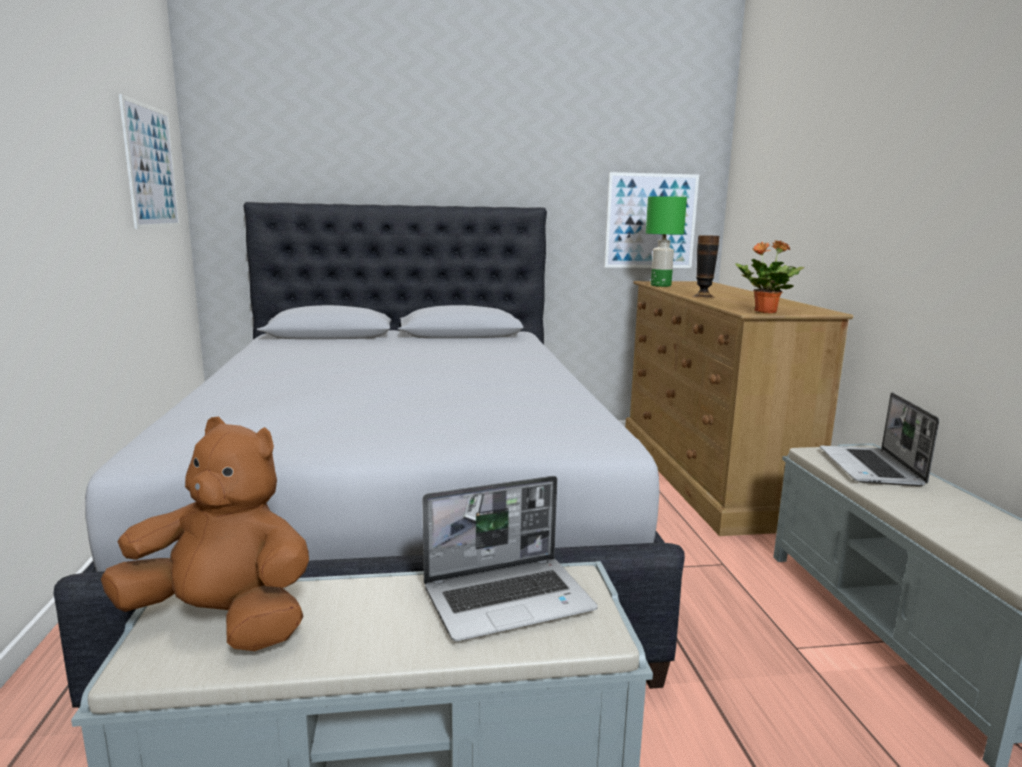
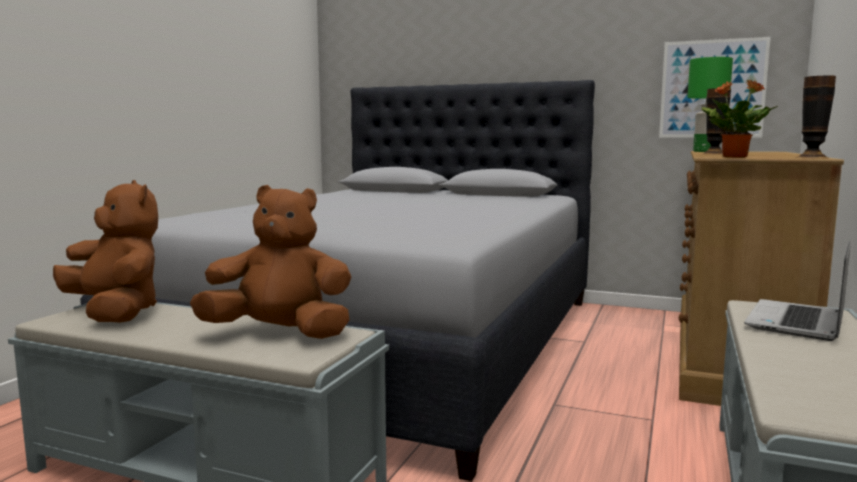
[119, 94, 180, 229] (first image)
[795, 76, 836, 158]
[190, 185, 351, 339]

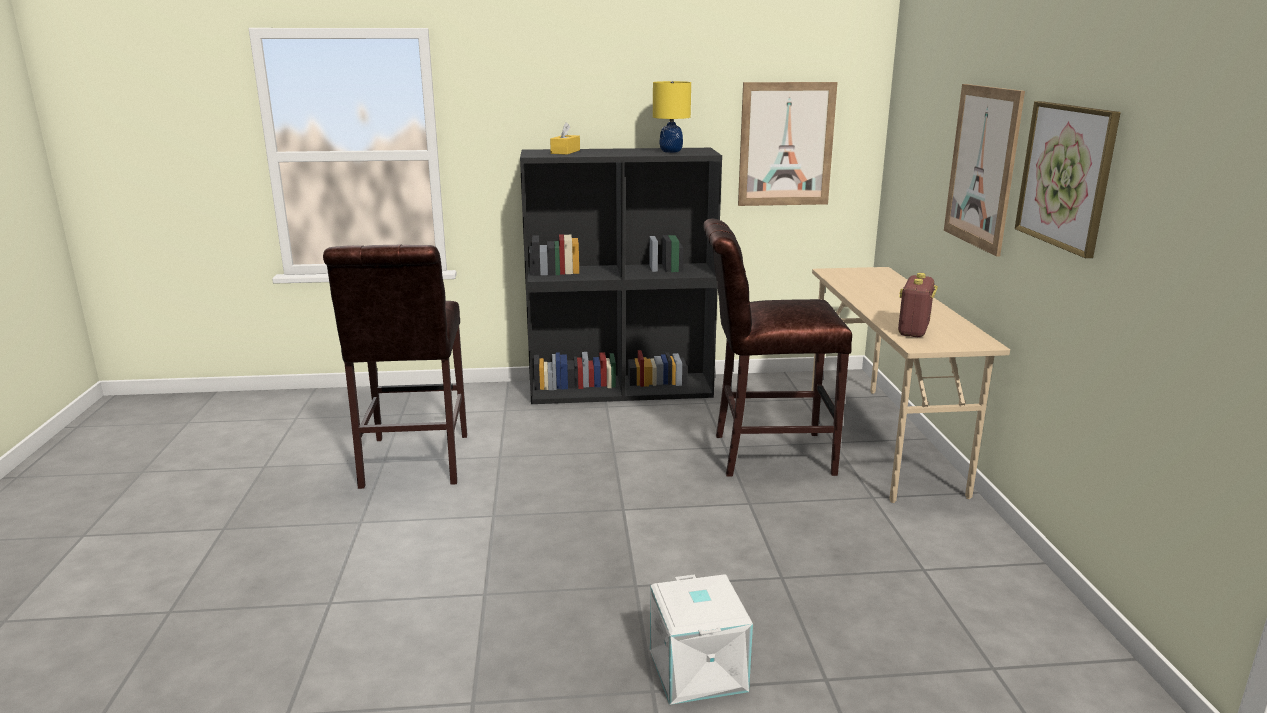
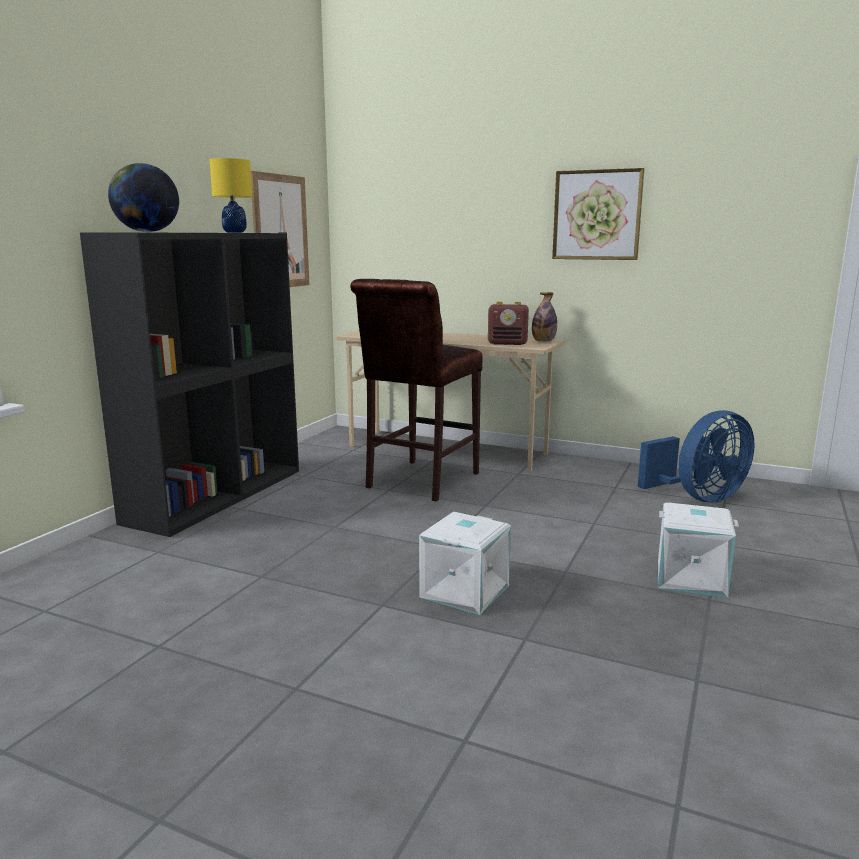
[323, 244, 467, 489] (first image)
[944, 84, 1025, 257] (first image)
[419, 512, 511, 615]
[532, 292, 557, 342]
[638, 410, 755, 503]
[108, 163, 179, 232]
[488, 301, 529, 345]

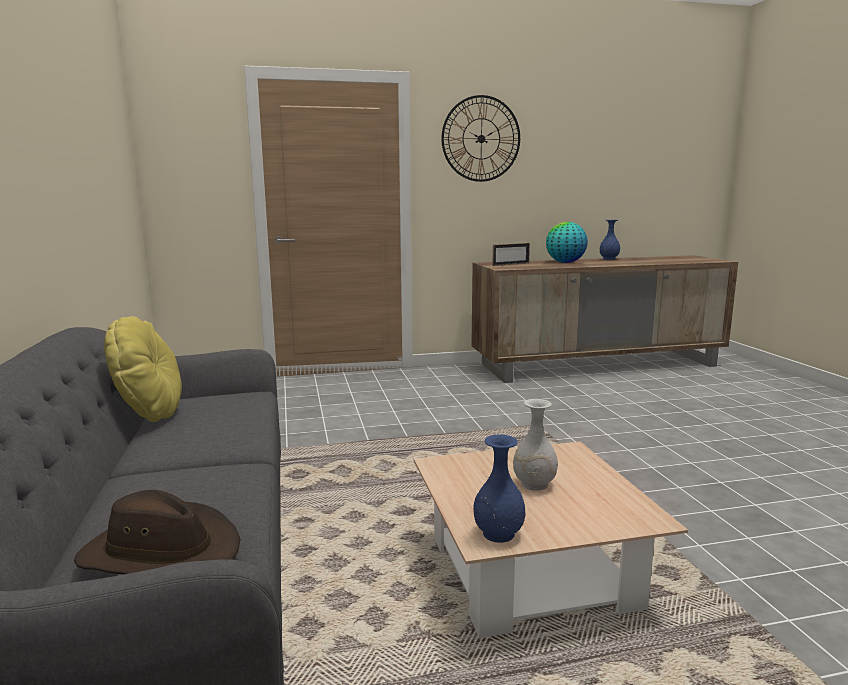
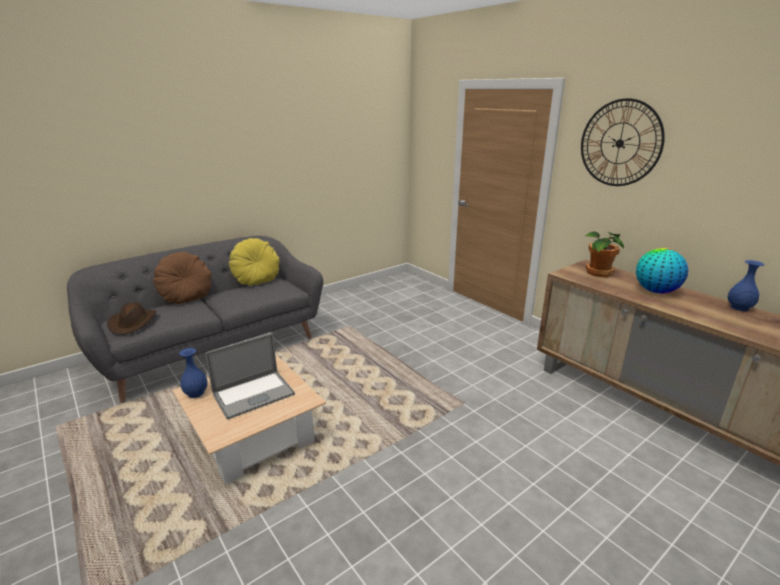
[153, 252, 212, 304]
[585, 231, 624, 277]
[205, 334, 295, 420]

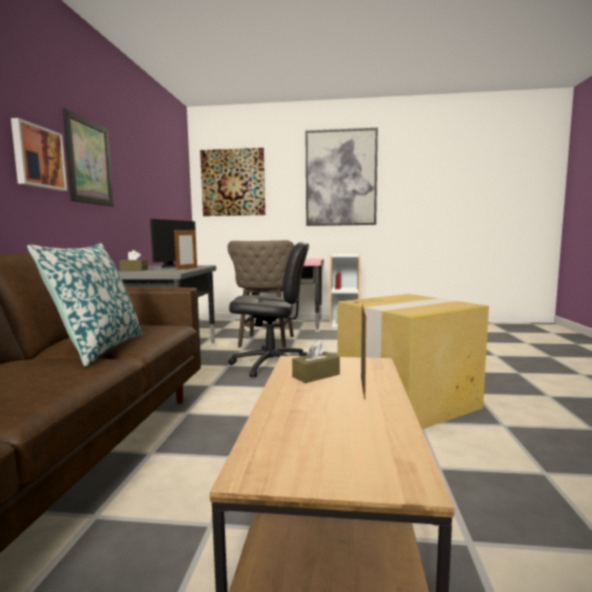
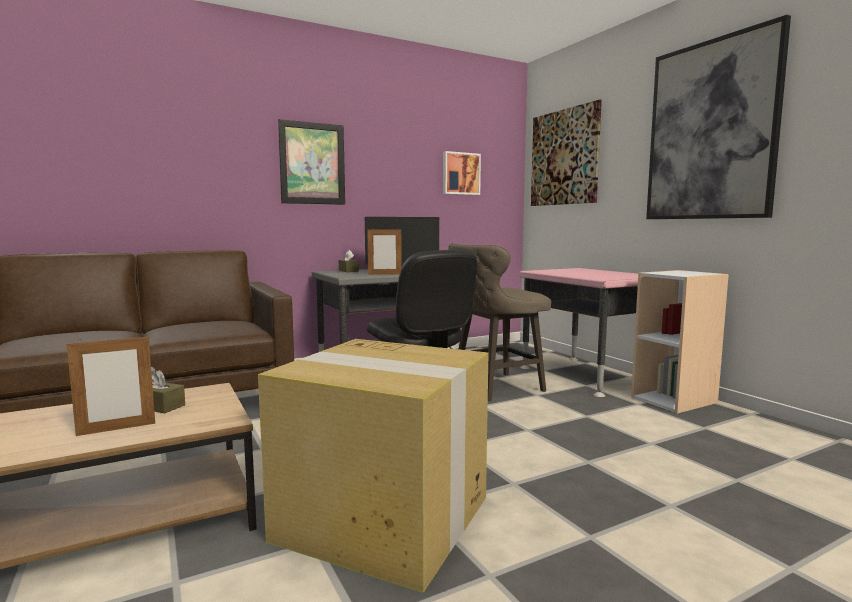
[27, 243, 143, 367] (first image)
[443, 151, 481, 195]

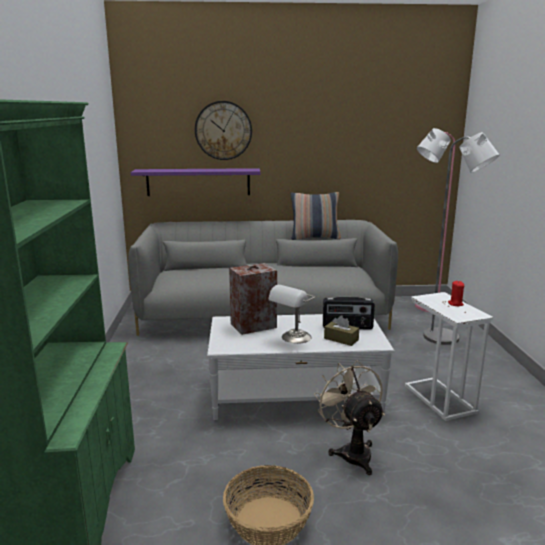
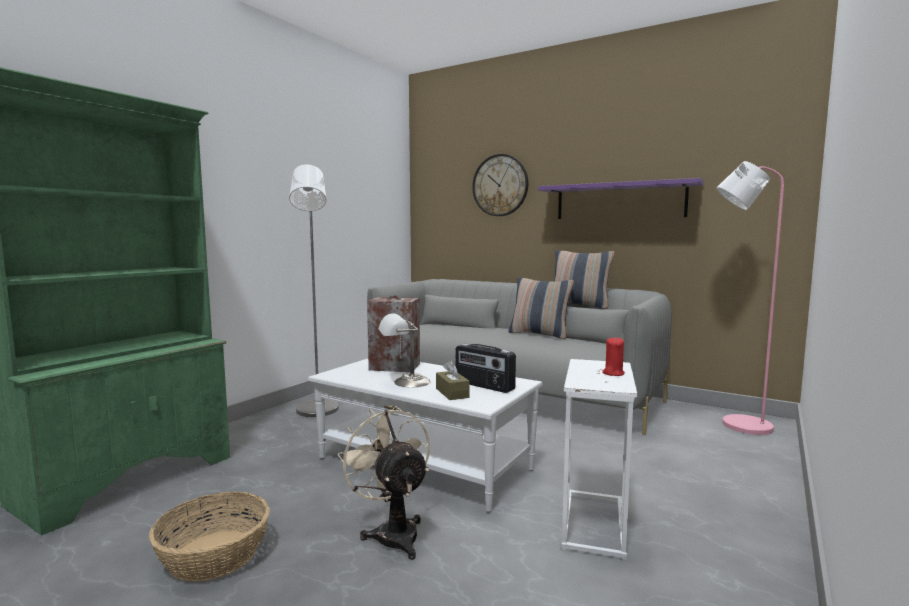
[508, 277, 574, 339]
[538, 178, 704, 219]
[289, 164, 339, 417]
[338, 406, 430, 560]

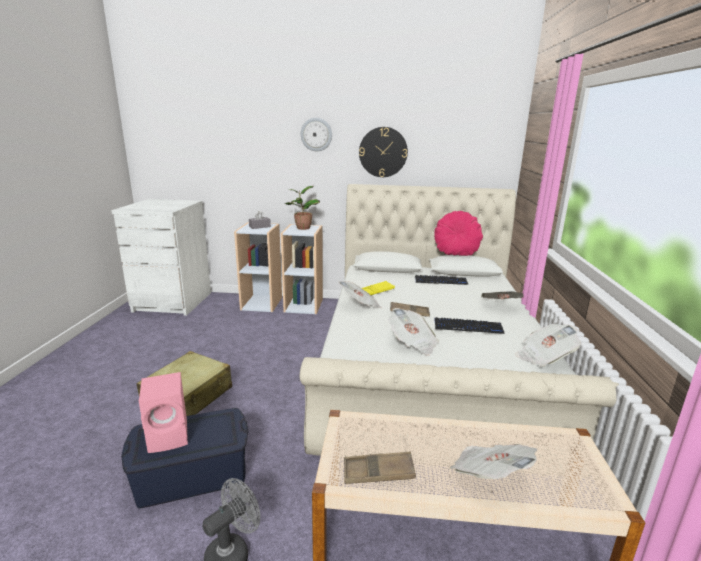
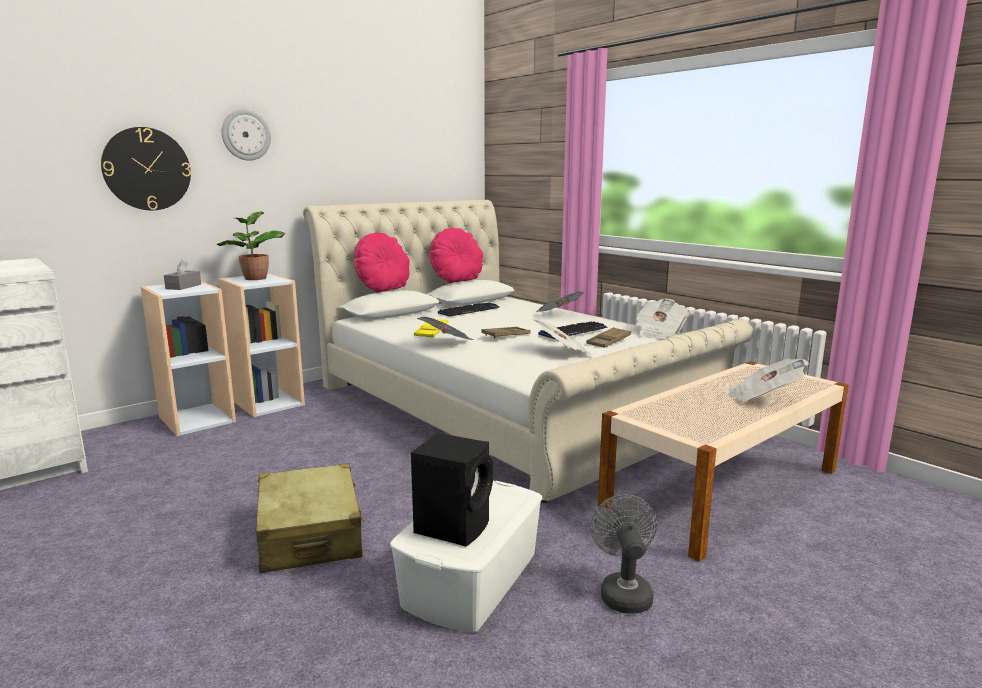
[354, 233, 410, 293]
[586, 327, 631, 348]
[101, 127, 191, 210]
[390, 480, 542, 633]
[411, 433, 493, 547]

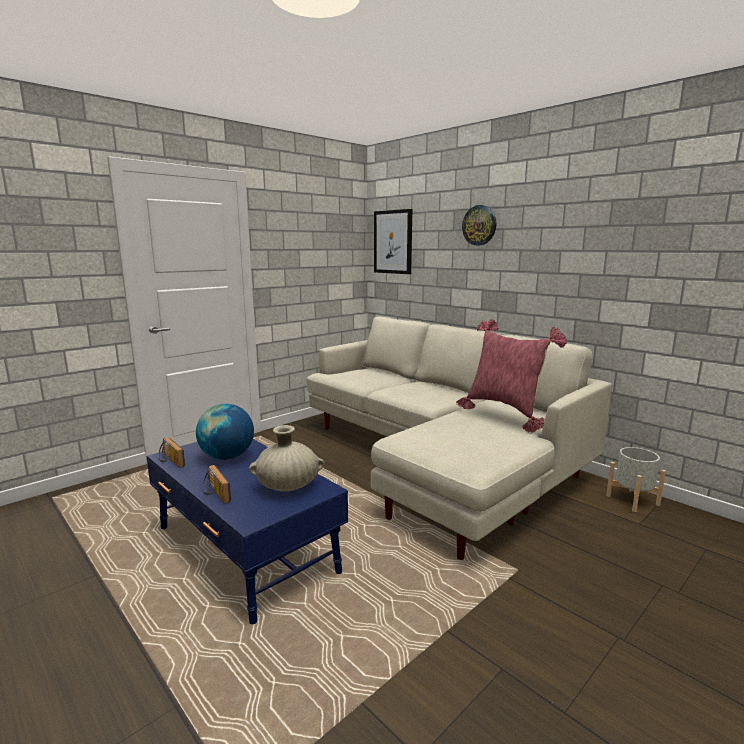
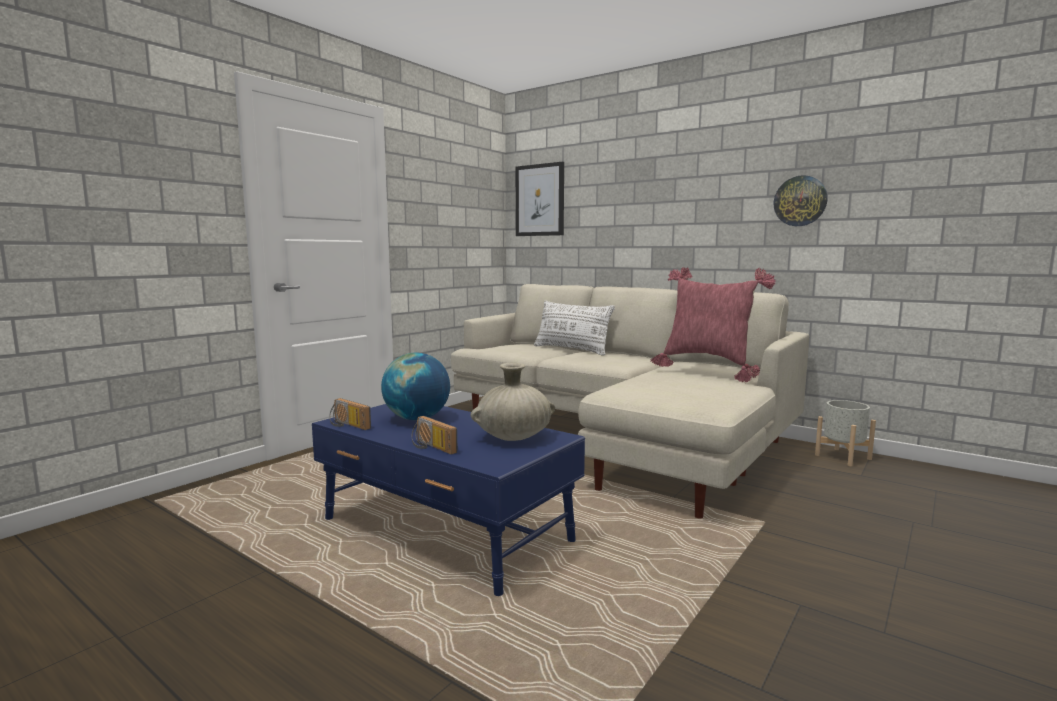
[534, 301, 615, 356]
[774, 175, 828, 226]

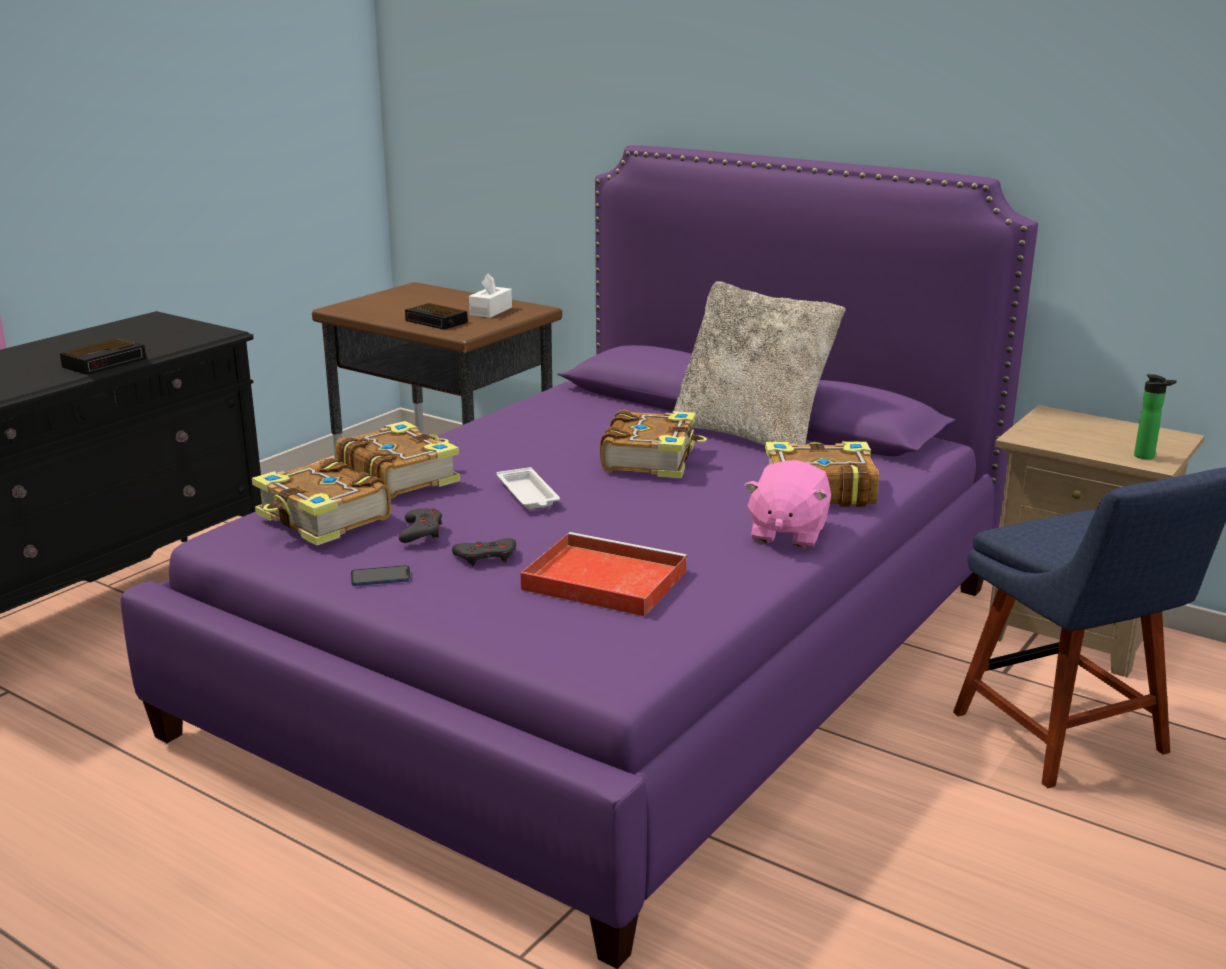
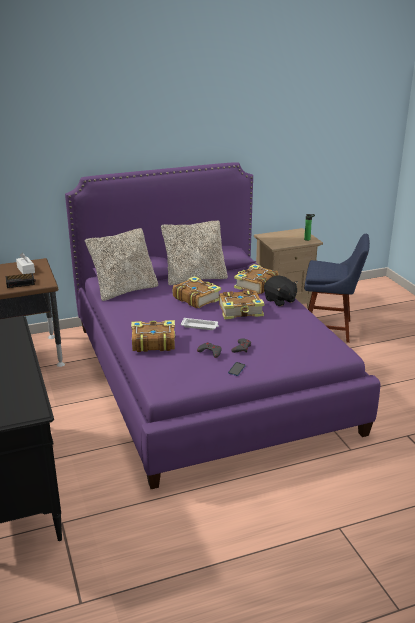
[60, 338, 146, 375] (first image)
[520, 532, 688, 617] (first image)
[85, 228, 158, 301]
[219, 290, 265, 319]
[264, 275, 298, 306]

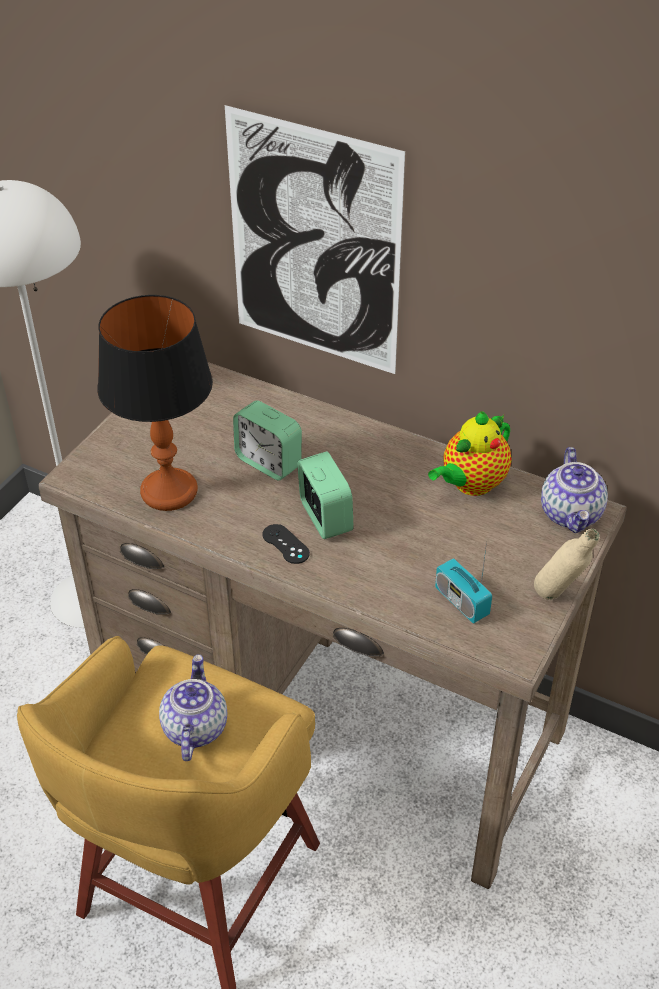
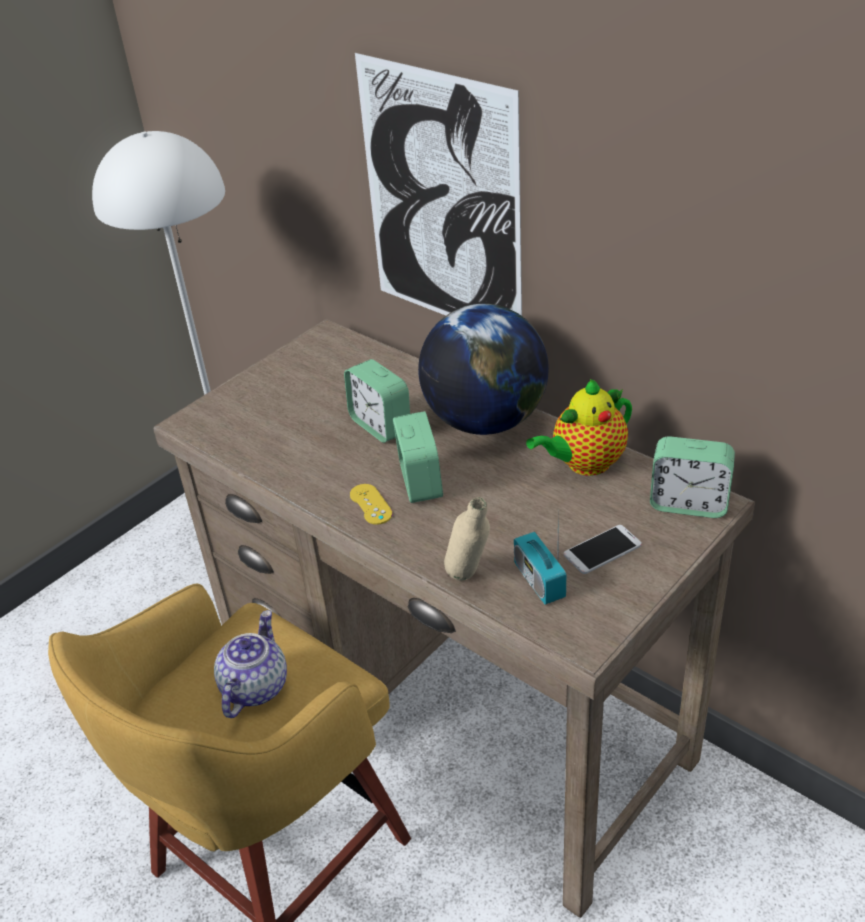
[97, 295, 213, 511] (first image)
[418, 304, 549, 435]
[564, 525, 642, 574]
[444, 497, 490, 581]
[650, 436, 735, 518]
[350, 484, 393, 525]

